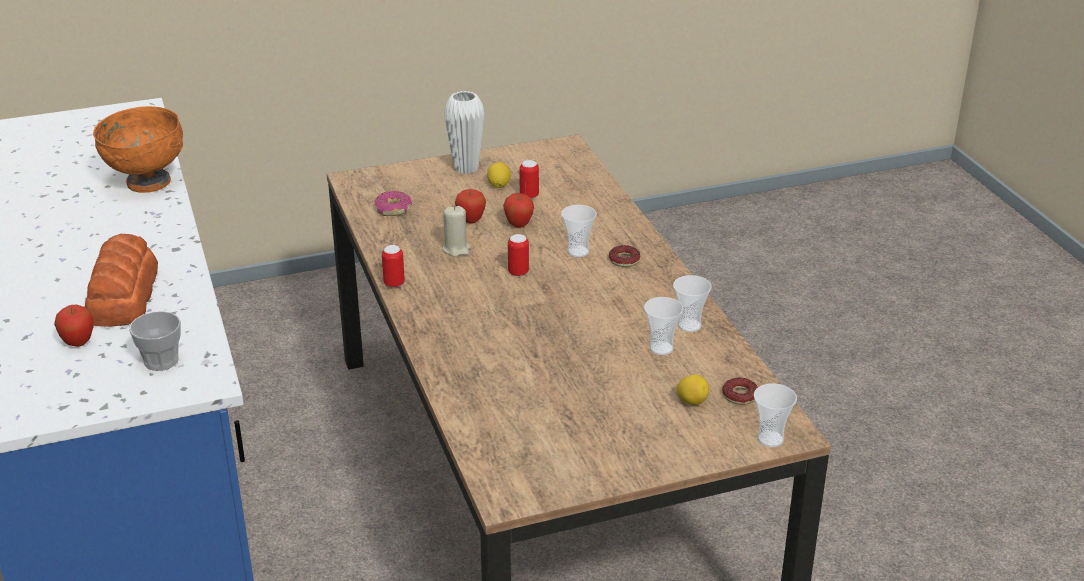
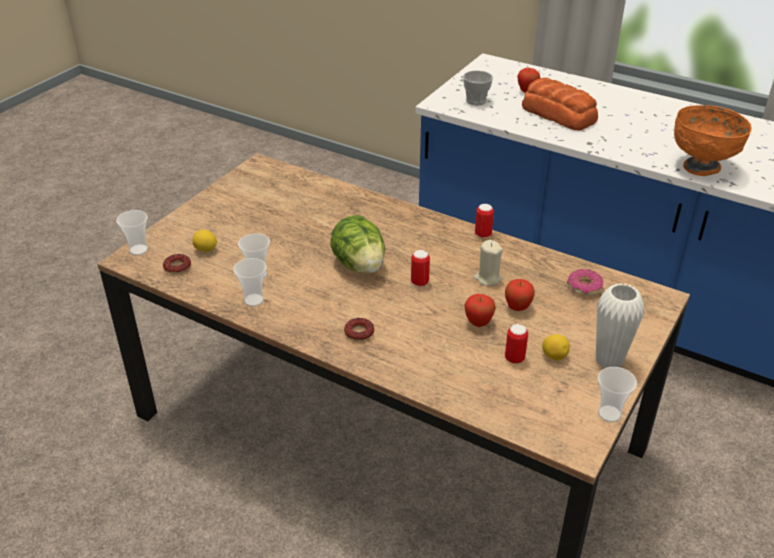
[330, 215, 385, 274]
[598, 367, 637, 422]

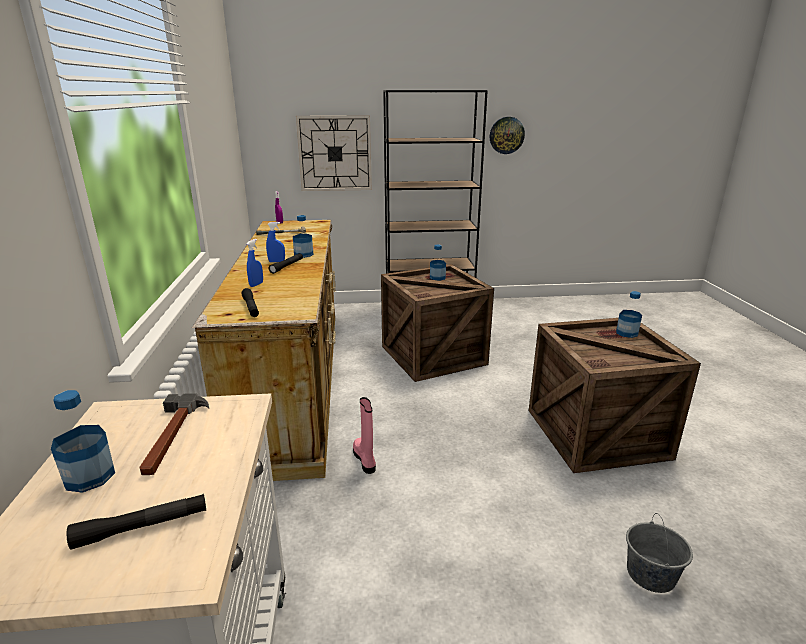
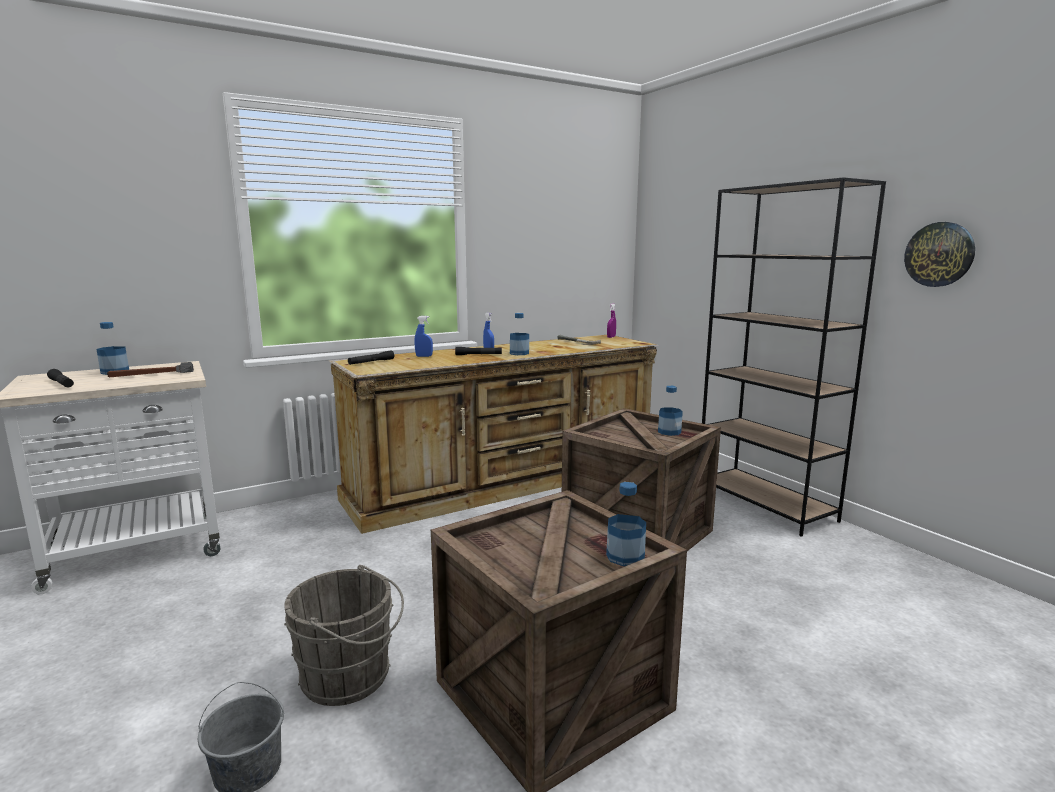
[296, 115, 372, 191] (first image)
[353, 397, 376, 474] (first image)
[284, 565, 404, 706]

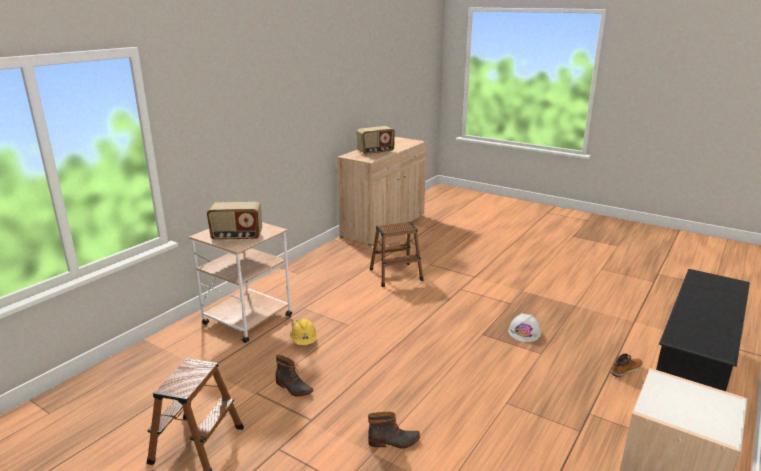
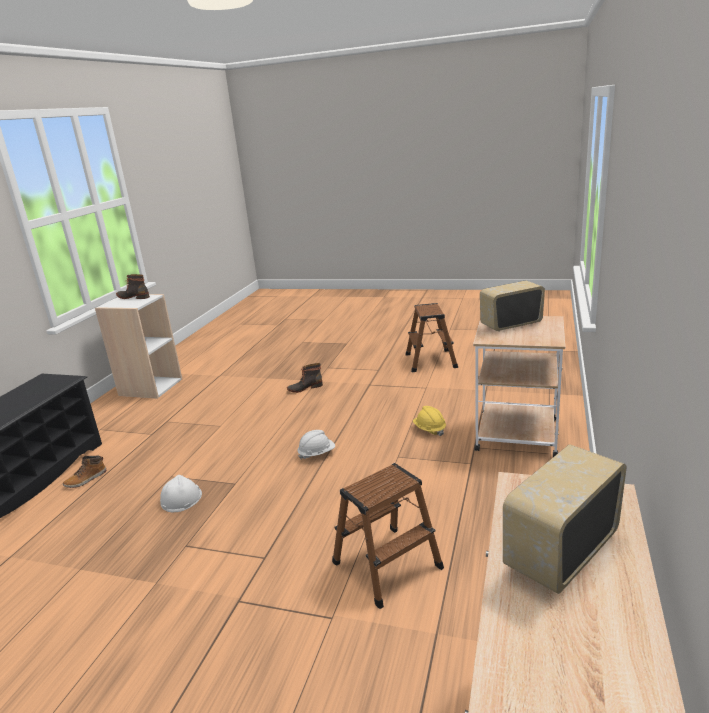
[297, 430, 335, 460]
[116, 274, 150, 299]

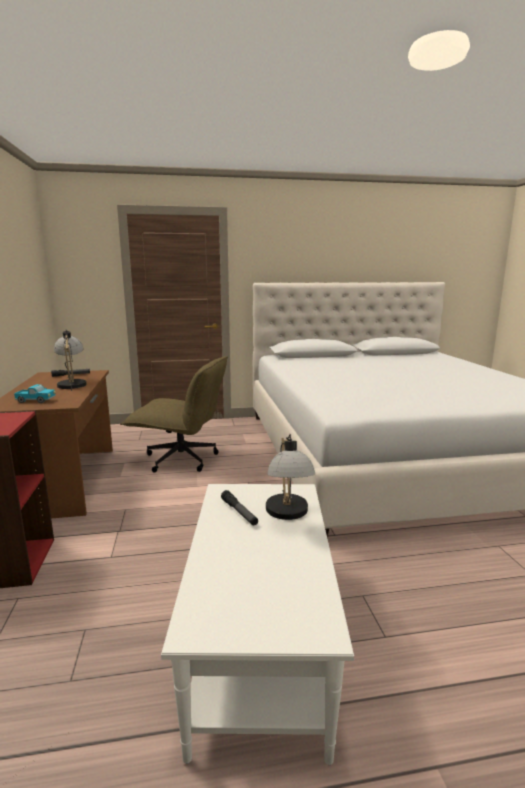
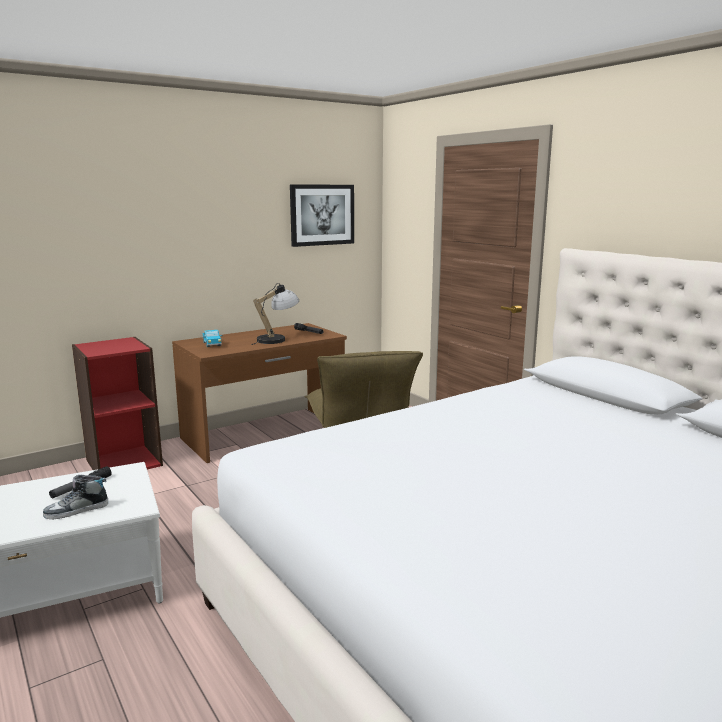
[290, 184, 354, 247]
[43, 475, 108, 520]

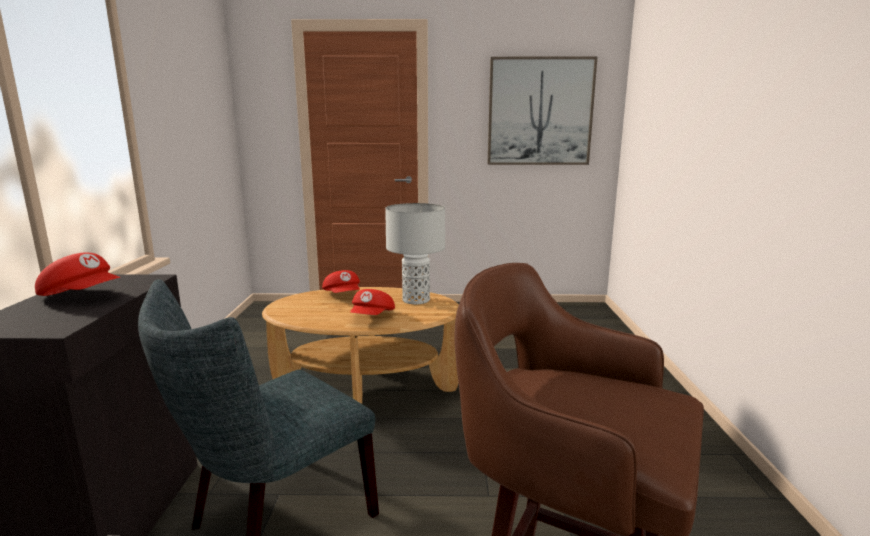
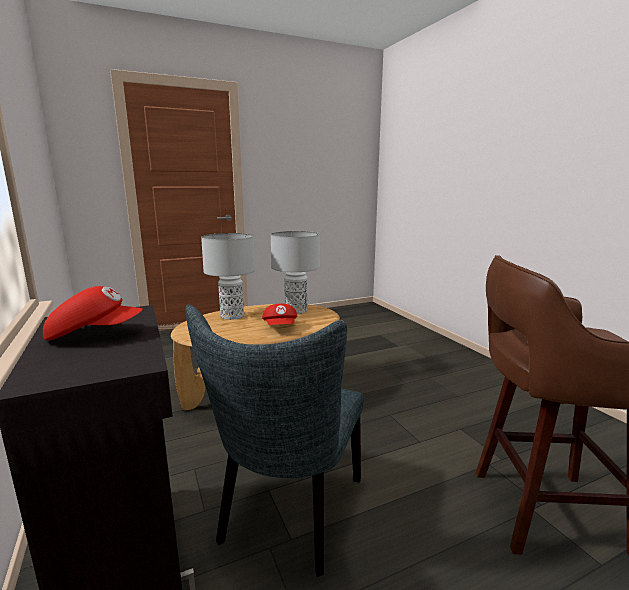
[488, 57, 597, 165] (first image)
[201, 233, 255, 320]

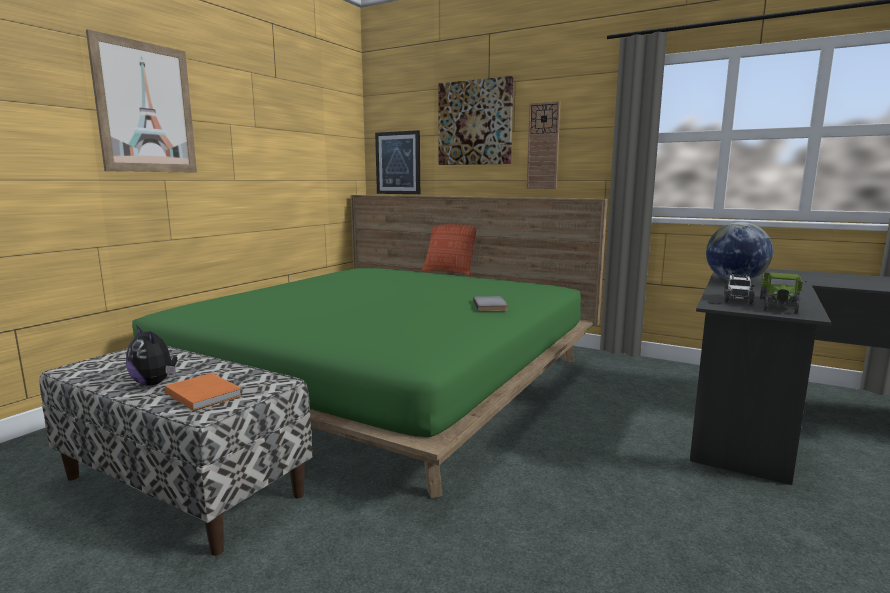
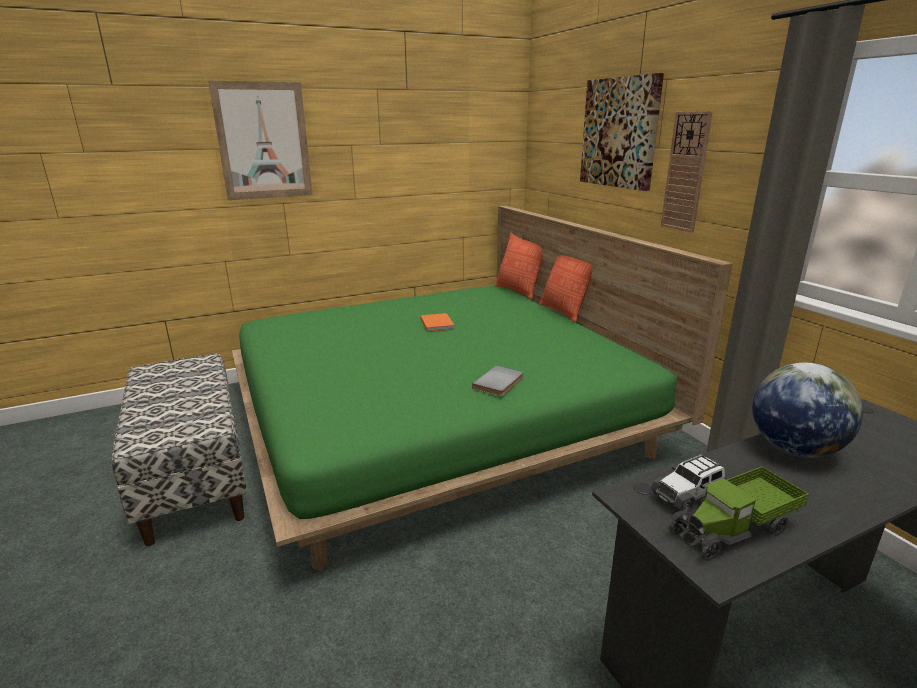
[126, 325, 177, 386] (first image)
[375, 130, 420, 194] (first image)
[495, 233, 543, 299]
[420, 313, 455, 332]

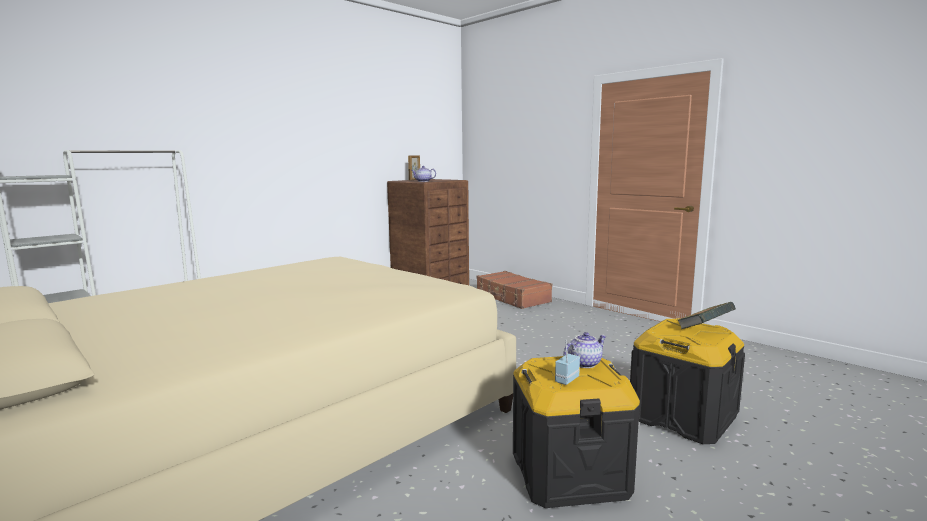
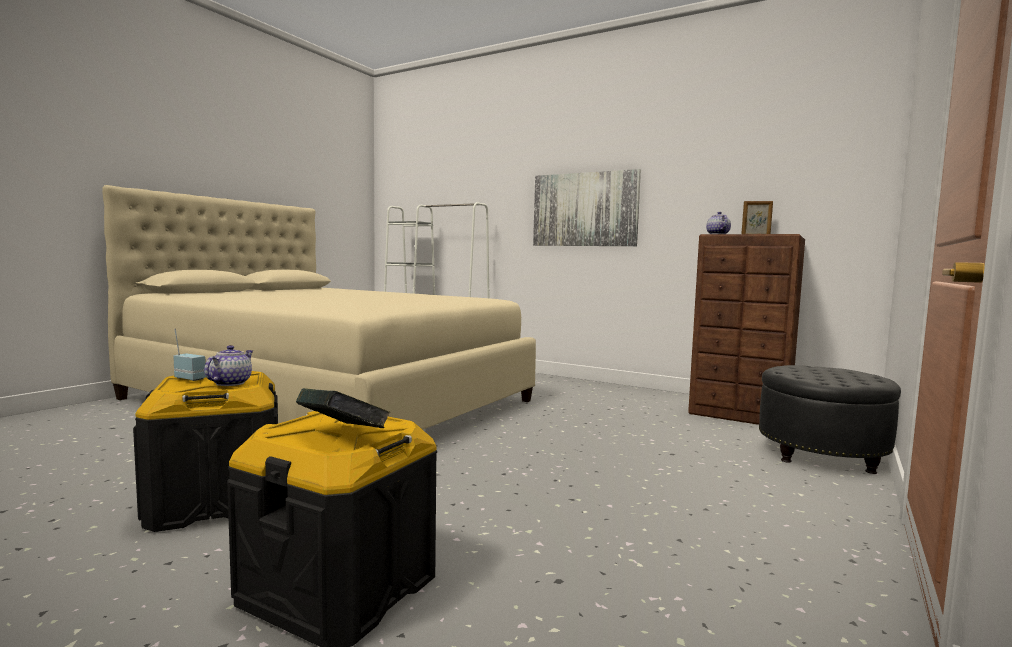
[533, 169, 641, 246]
[759, 365, 901, 474]
[204, 345, 253, 386]

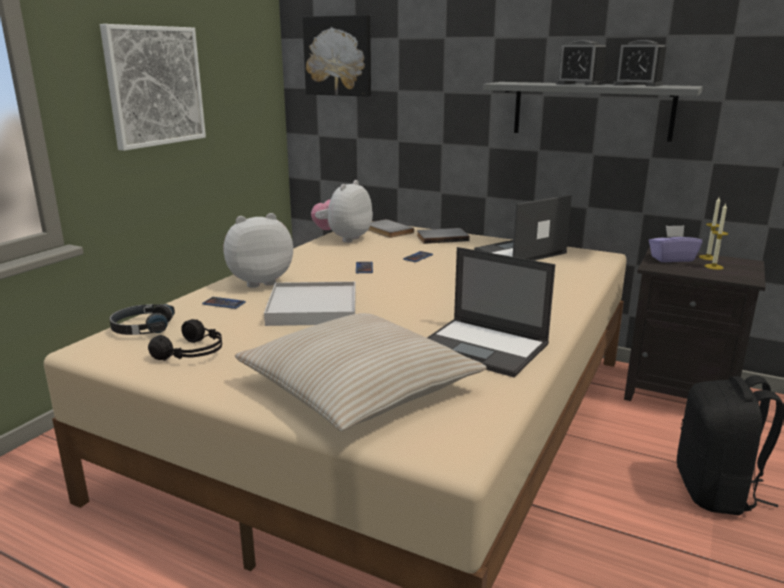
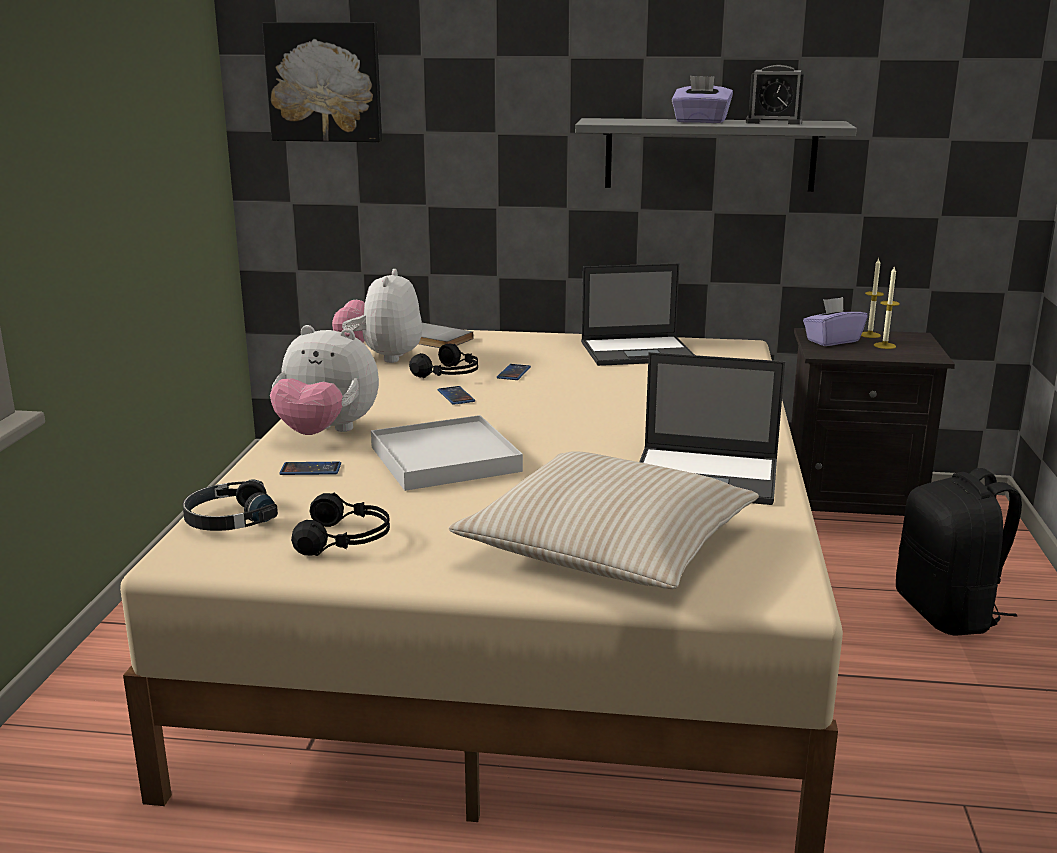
[100, 24, 206, 151] (first image)
[417, 228, 470, 244] (first image)
[409, 344, 478, 378]
[672, 76, 733, 123]
[270, 325, 379, 435]
[581, 263, 695, 366]

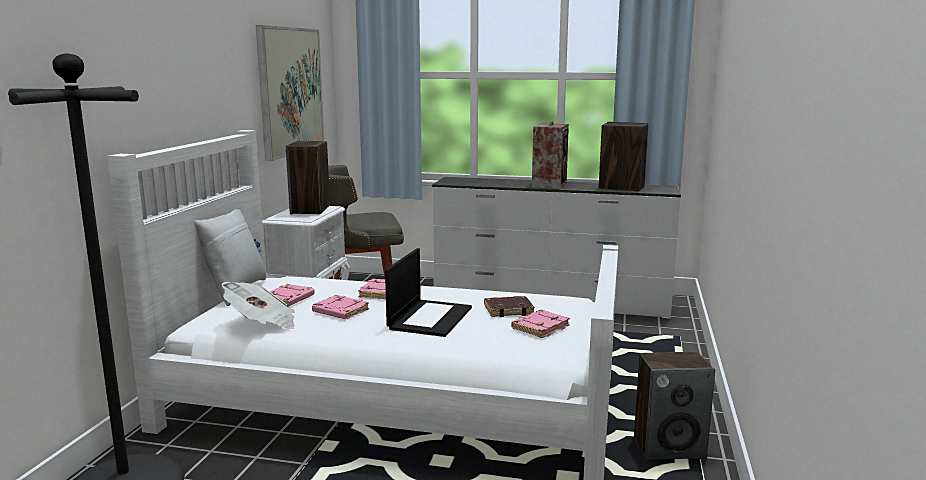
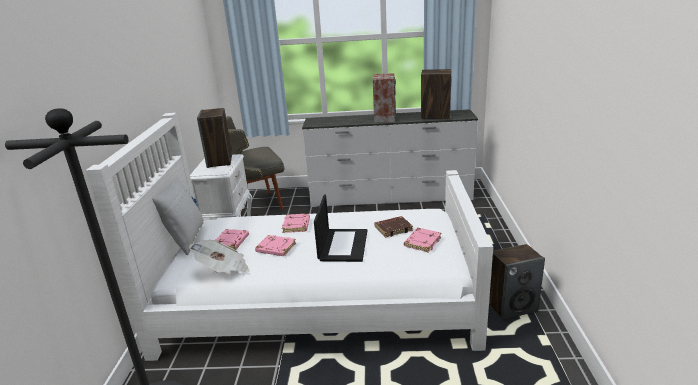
[256, 25, 325, 161] (first image)

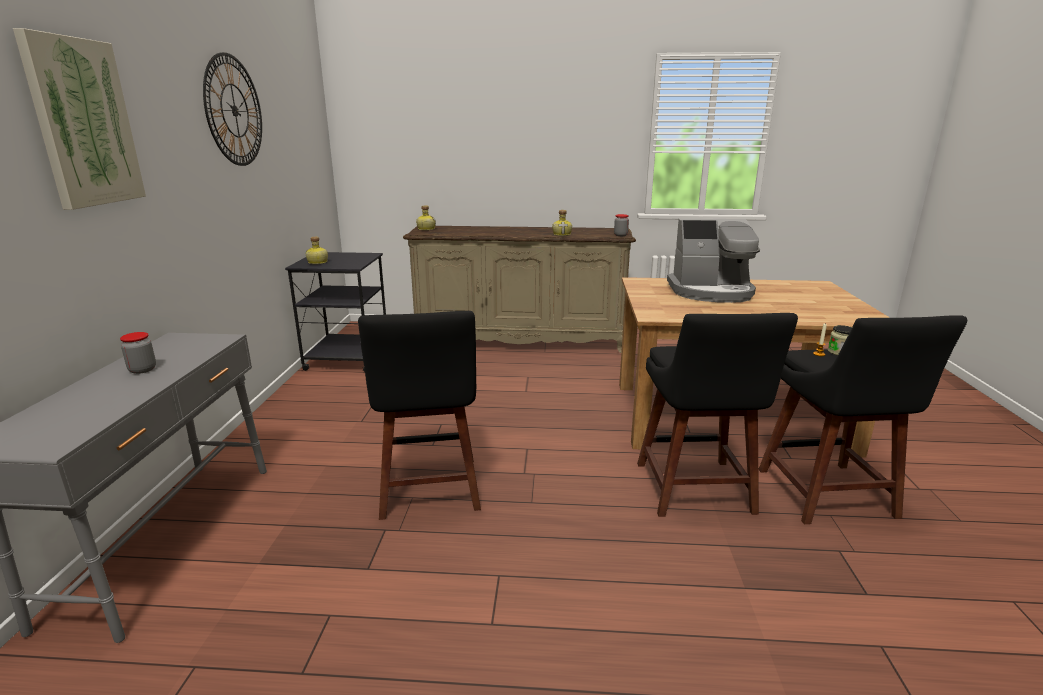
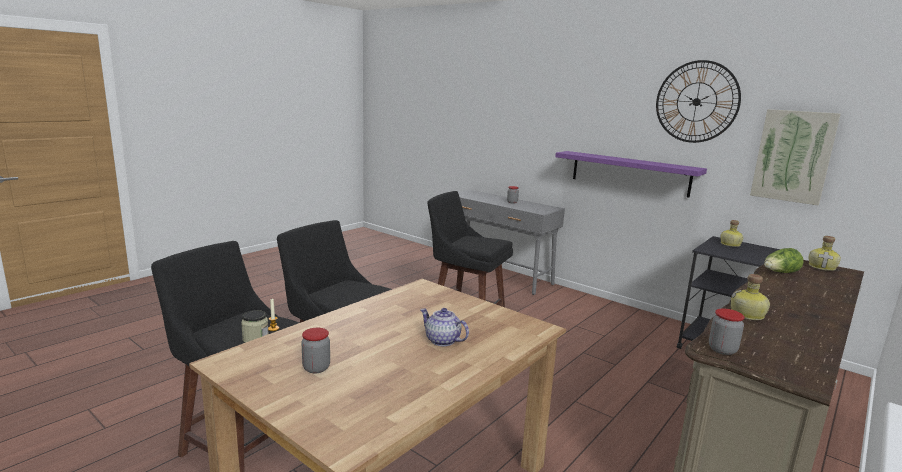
[301, 328, 330, 373]
[555, 151, 707, 198]
[764, 248, 804, 273]
[750, 109, 841, 205]
[420, 308, 469, 346]

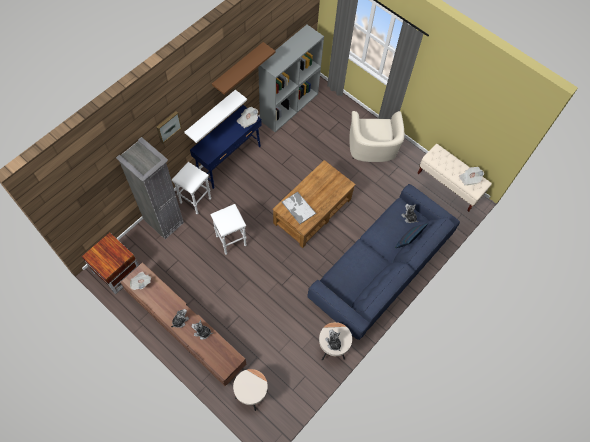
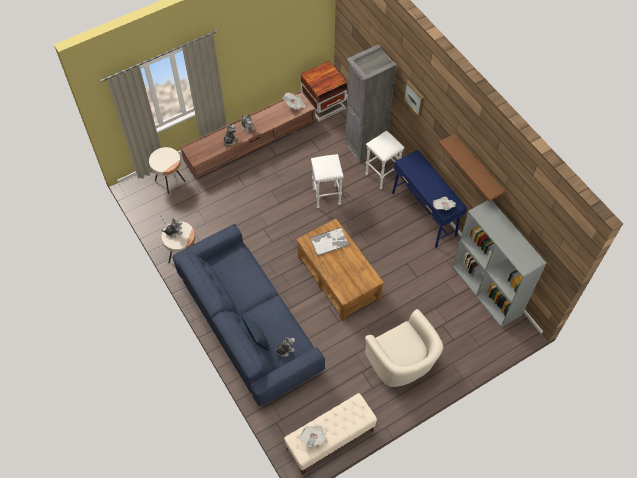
[185, 90, 247, 143] (first image)
[365, 309, 443, 387]

